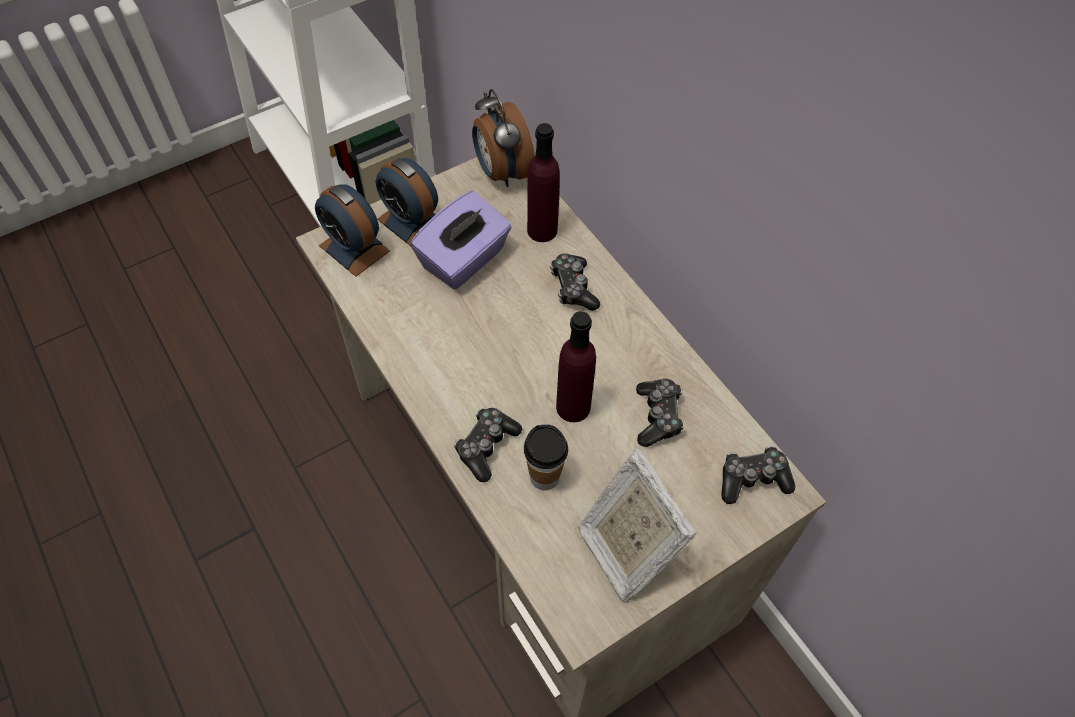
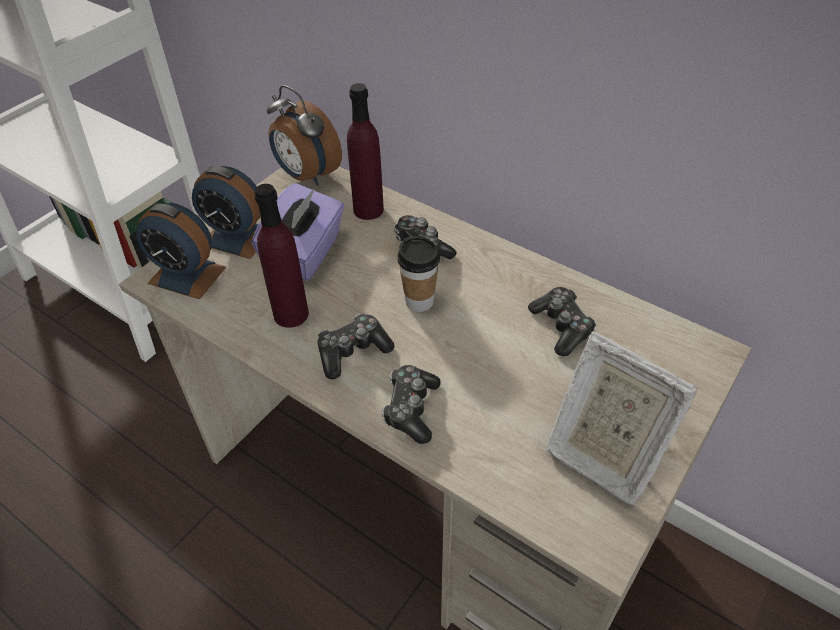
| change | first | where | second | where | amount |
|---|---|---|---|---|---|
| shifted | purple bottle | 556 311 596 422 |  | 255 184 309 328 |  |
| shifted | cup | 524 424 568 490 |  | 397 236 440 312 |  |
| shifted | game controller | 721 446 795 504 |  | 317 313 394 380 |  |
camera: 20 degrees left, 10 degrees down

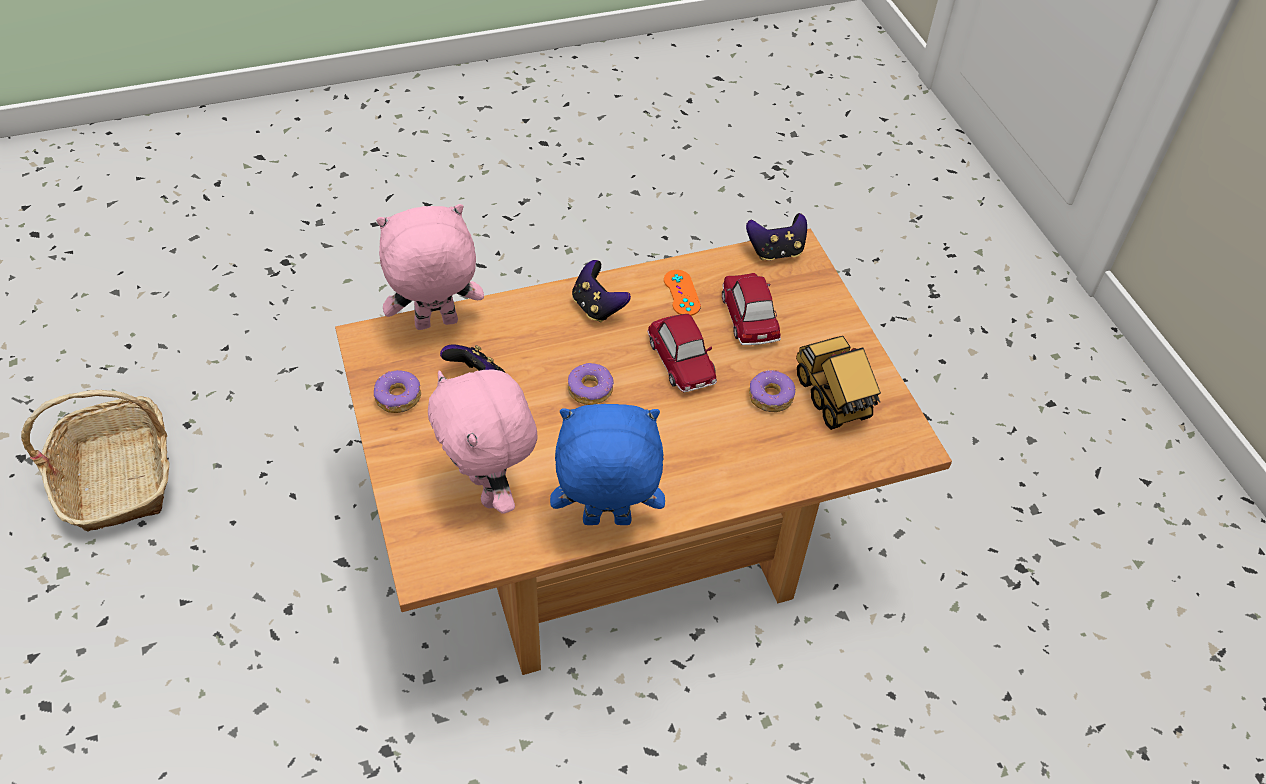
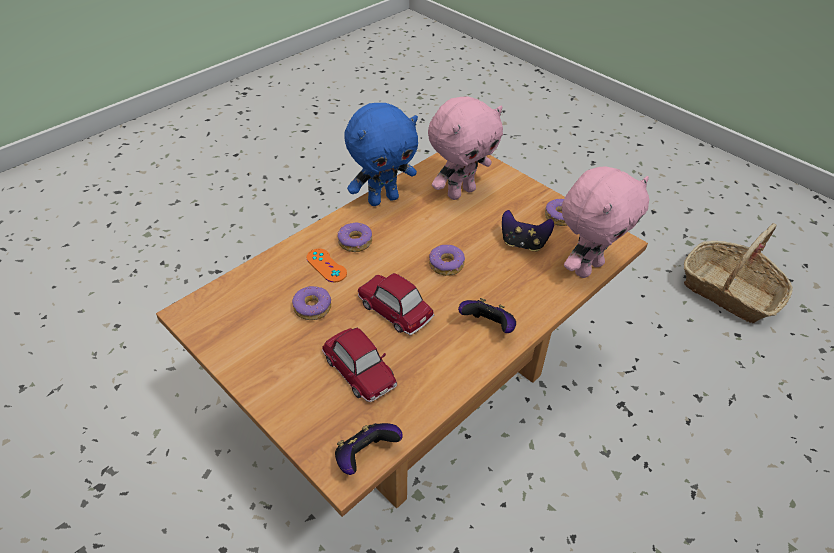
| change | first | where | second | where | amount |
|---|---|---|---|---|---|
| shifted | orange game controller | 664 270 701 316 |  | 306 249 347 282 |  |
| gone | toy truck | 796 336 881 430 |  |  |  |
| rotated | pink plush toy | 428 370 537 514 |  | 428 96 503 200 | 105 degrees clockwise |
| new |  |  | donut | 337 223 372 252 |  |
camera: 155 degrees right, 5 degrees down

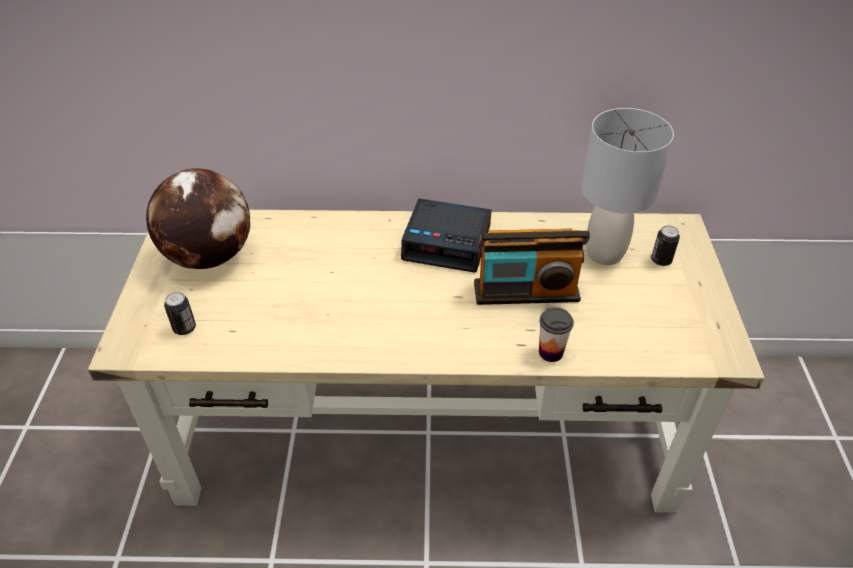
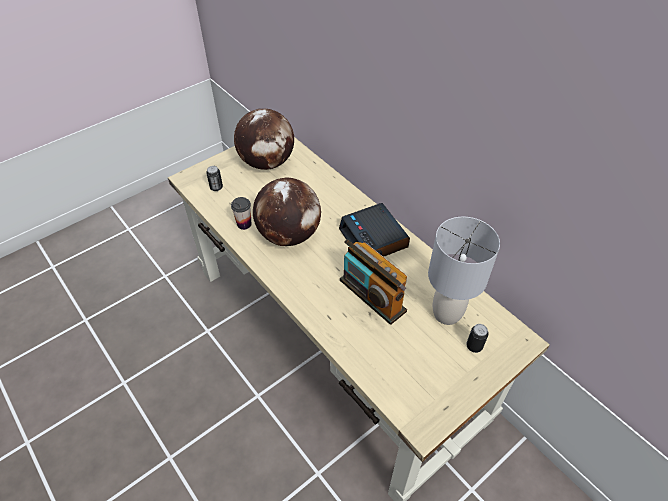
| change | first | where | second | where | amount |
|---|---|---|---|---|---|
| shifted | cup | 539 307 574 362 |  | 231 197 251 230 |  |
| new |  |  | globe | 253 178 321 246 |  |
camera: 50 degrees right, 5 degrees up

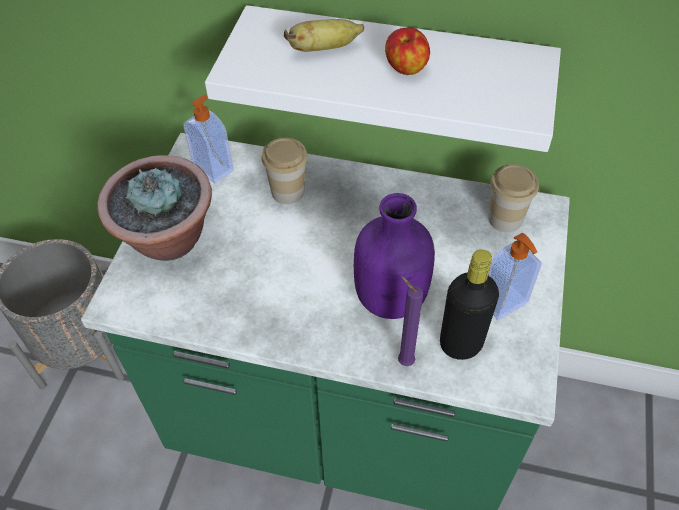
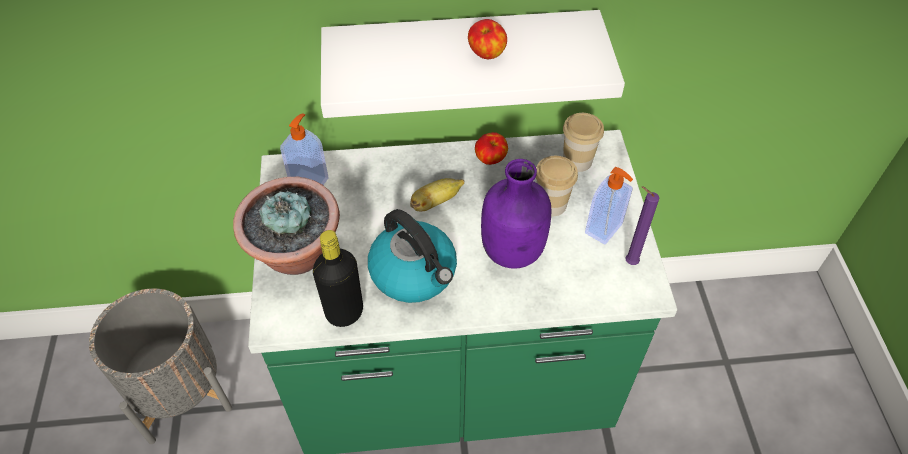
| change | first | where | second | where | amount |
|---|---|---|---|---|---|
| shifted | banana | 284 19 364 52 |  | 410 178 465 211 |  |
| shifted | cup | 261 138 308 204 |  | 536 156 578 216 |  |
| shifted | black bottle | 440 250 499 360 |  | 313 230 363 327 |  |
| shifted | purple candle | 398 276 423 366 |  | 625 186 659 265 |  |
| new |  |  | apple | 475 132 508 165 |  |
| new |  |  | kettle | 368 209 457 303 |  |
camera: 20 degrees left, 0 degrees up

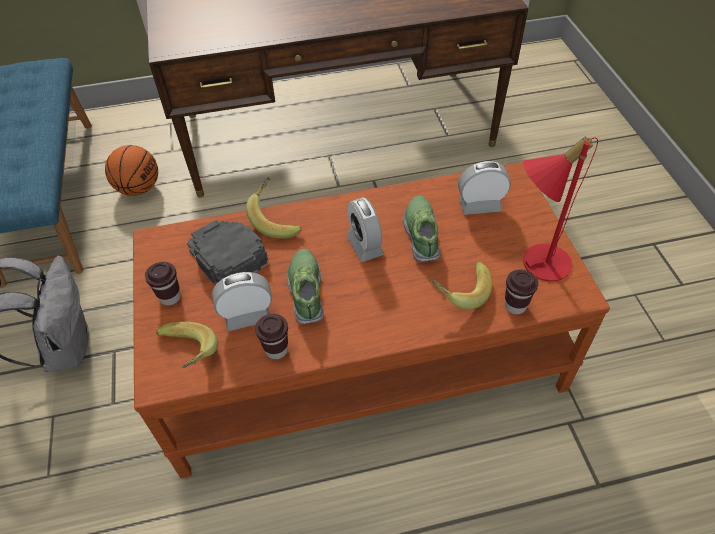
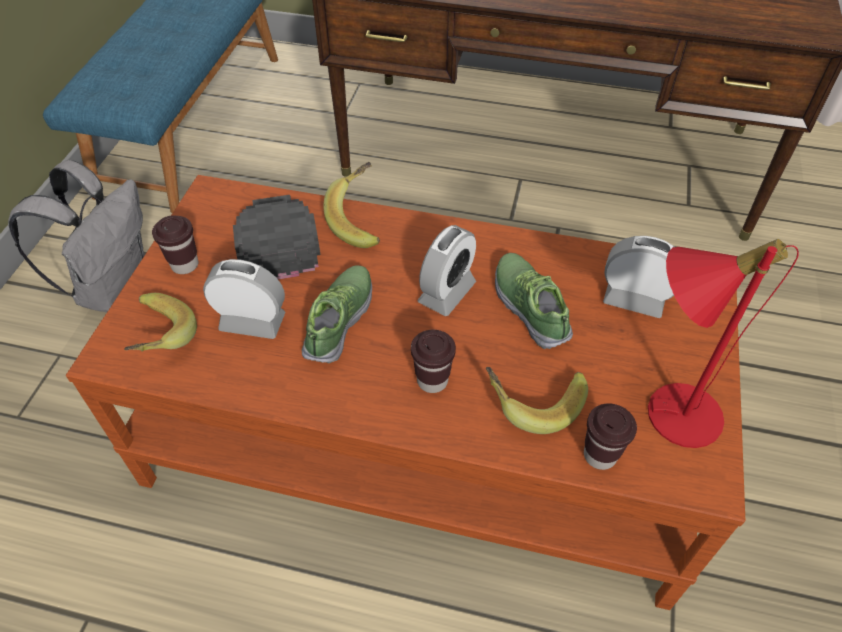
| change | first | where | second | where | amount |
|---|---|---|---|---|---|
| gone | basketball | 105 145 158 196 |  |  |  |
| rotated | shoe | 403 195 441 262 |  | 495 253 573 349 | 45 degrees counterclockwise |
| rotated | alarm clock | 346 197 385 262 |  | 417 225 476 316 | 150 degrees counterclockwise |
| shifted | brown cup | 255 314 288 359 |  | 411 330 456 393 |  |
camera: 25 degrees right, 0 degrees up

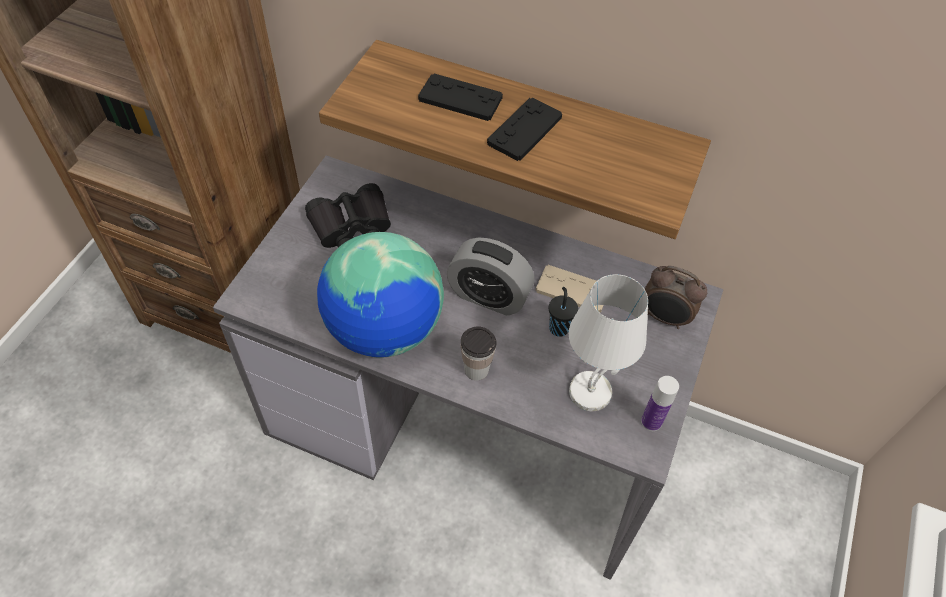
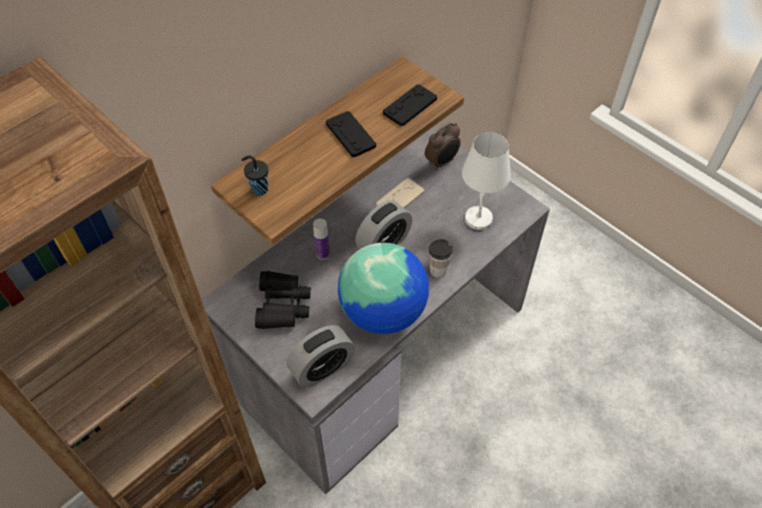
| change | first | where | second | where | amount |
|---|---|---|---|---|---|
| shifted | black game controller | 418 74 503 121 |  | 383 84 437 126 |  |
| shifted | black cup | 548 287 578 337 |  | 242 156 268 196 |  |
| shifted | bottle | 641 376 679 431 |  | 313 218 330 260 |  |
| new |  |  | alarm clock | 287 325 355 388 |  |
camera: 65 degrees left, 0 degrees up

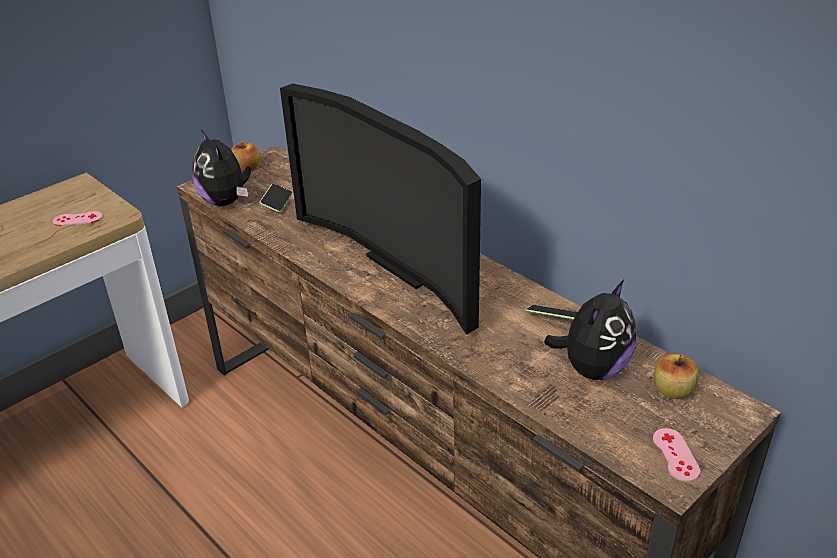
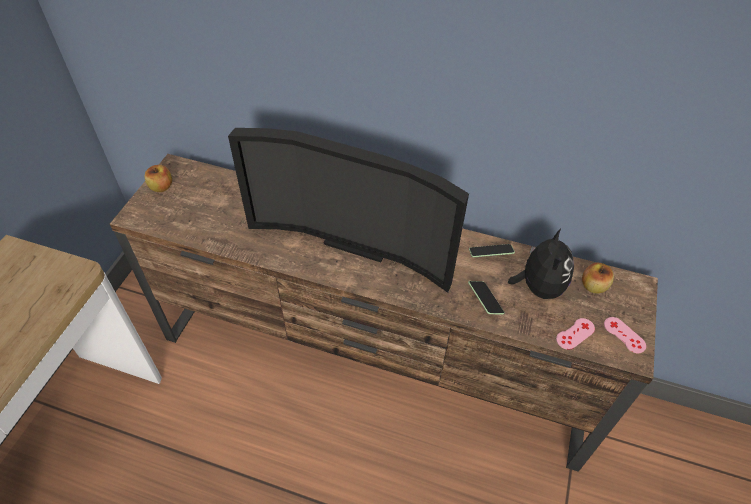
| change | first | where | second | where | amount |
|---|---|---|---|---|---|
| gone | plush toy | 192 129 251 206 |  |  |  |
| shifted | phone | 259 183 293 212 |  | 468 281 505 314 |  |
| shifted | pink game controller | 53 211 102 226 |  | 556 318 595 350 |  |
camera: 30 degrees left, 15 degrees up

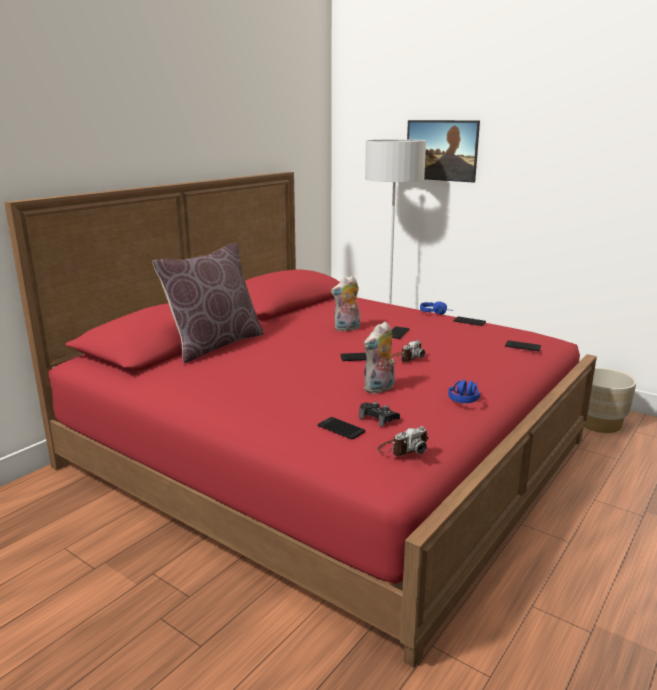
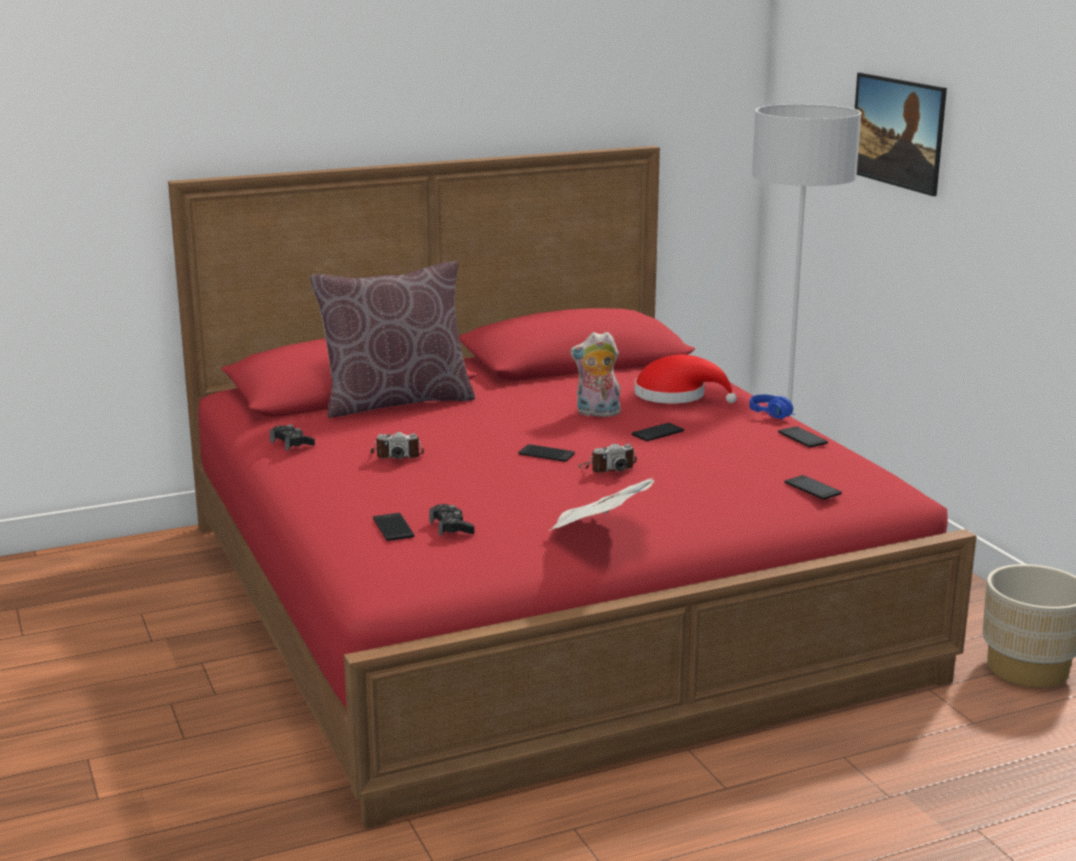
| change | first | where | second | where | amount |
|---|---|---|---|---|---|
| gone | plush toy | 364 321 395 394 |  |  |  |
| swapped | blue headphones | 448 380 480 403 | newspaper | 548 478 654 531 |  |
| shifted | photo camera | 377 426 429 456 |  | 370 432 424 459 |  |
| new |  |  | red hat | 635 355 737 404 |  |
| new |  |  | black game controller | 270 424 315 451 |  |
camera: 30 degrees right, 0 degrees up

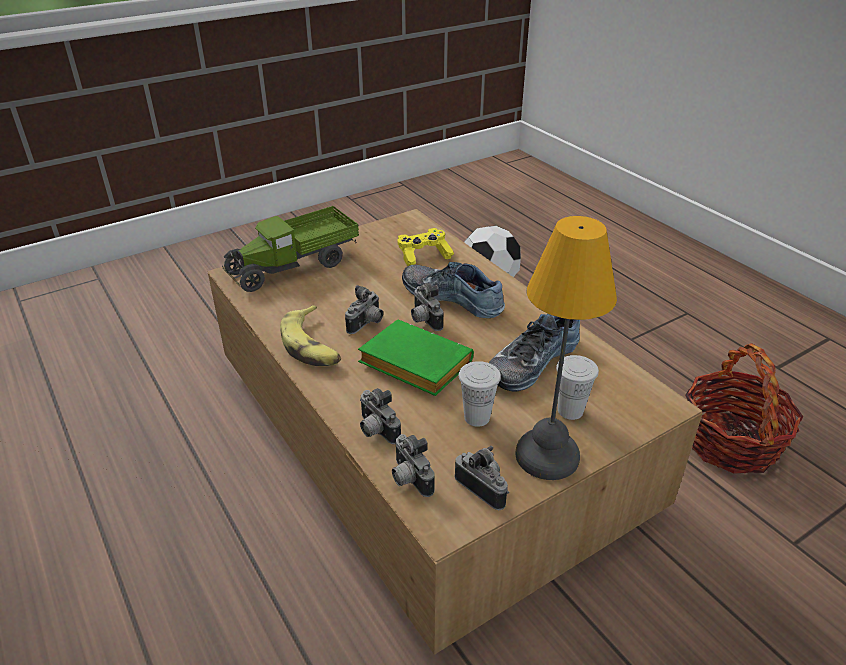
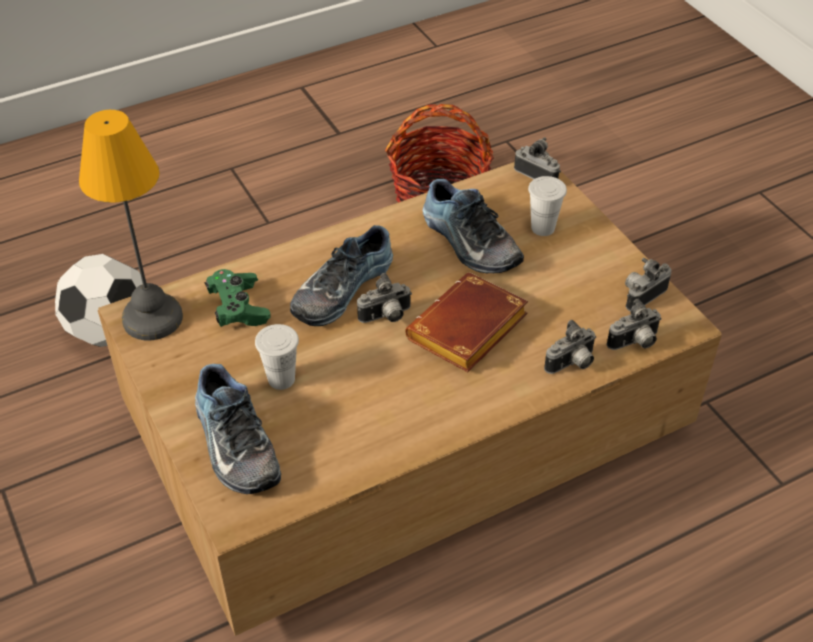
| change | first | where | second | where | amount |
|---|---|---|---|---|---|
| swapped | toy truck | 222 206 359 292 | shoe | 195 364 281 494 |  |
| shifted | table lamp | 515 216 617 480 |  | 79 110 183 341 |  |
| repainted | yellow game controller | 397 228 454 266 | green game controller | 204 269 271 327 |  |
| shifted | photo camera | 345 285 383 334 |  | 514 137 561 179 |  |
| gone | banana | 280 305 341 366 |  |  |  |
| repainted | green book | 358 320 474 396 | brown book | 405 272 528 372 |  |
| shifted | white cup | 459 361 501 427 |  | 255 324 299 390 |  |
camera: 85 degrees left, 10 degrees up

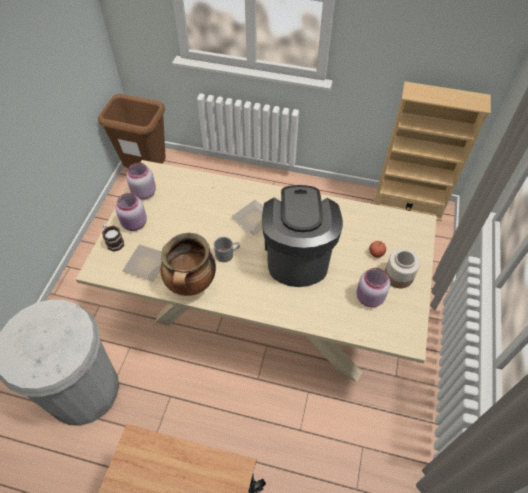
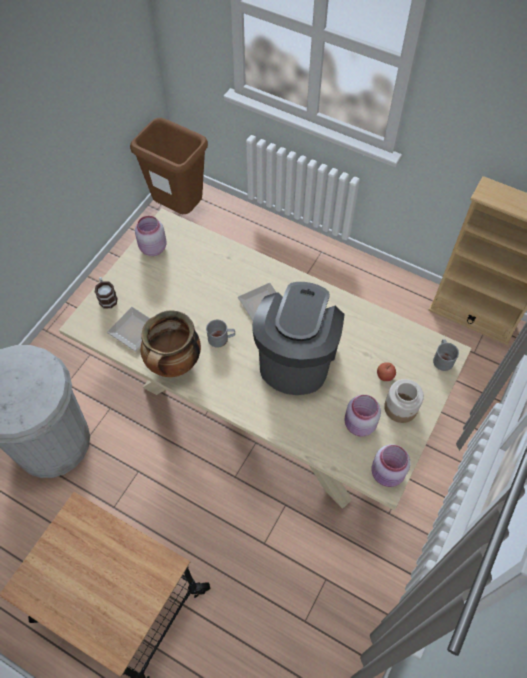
| change | first | where | second | where | amount |
|---|---|---|---|---|---|
| shifted | pink jar | 115 193 147 231 |  | 372 444 411 487 |  |
| new |  |  | grey mug | 433 339 459 371 |  |
camera: 15 degrees right, 5 degrees up

